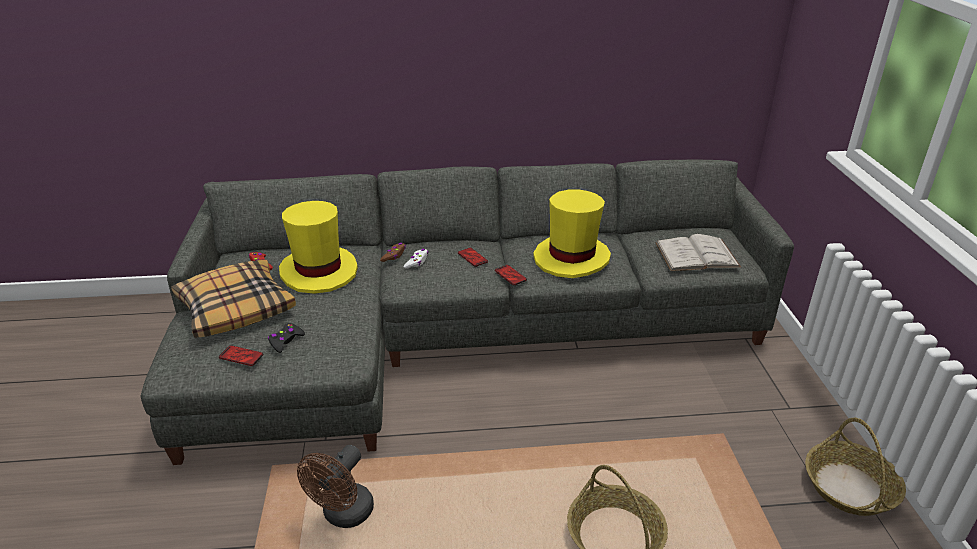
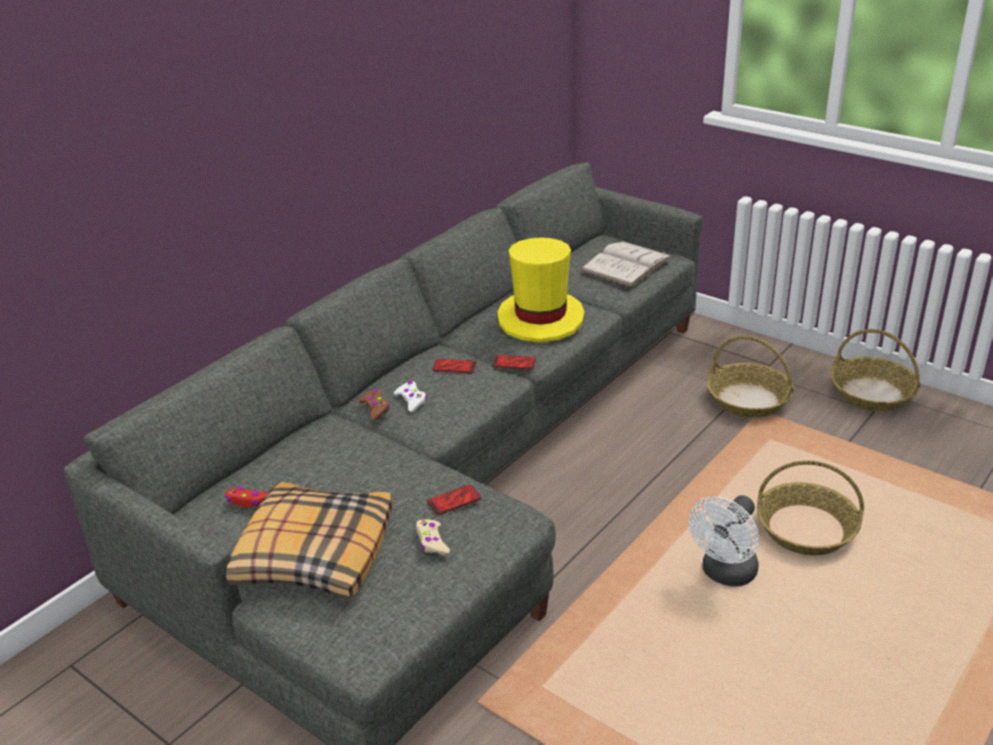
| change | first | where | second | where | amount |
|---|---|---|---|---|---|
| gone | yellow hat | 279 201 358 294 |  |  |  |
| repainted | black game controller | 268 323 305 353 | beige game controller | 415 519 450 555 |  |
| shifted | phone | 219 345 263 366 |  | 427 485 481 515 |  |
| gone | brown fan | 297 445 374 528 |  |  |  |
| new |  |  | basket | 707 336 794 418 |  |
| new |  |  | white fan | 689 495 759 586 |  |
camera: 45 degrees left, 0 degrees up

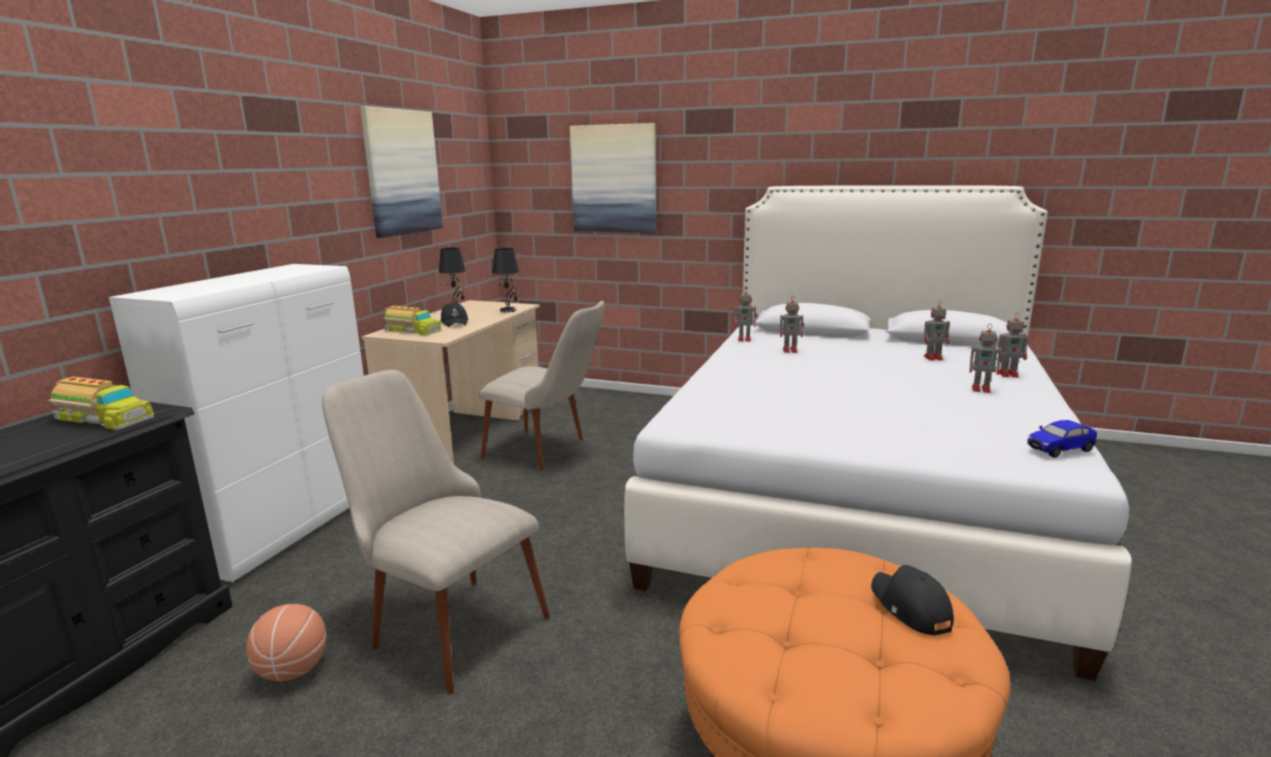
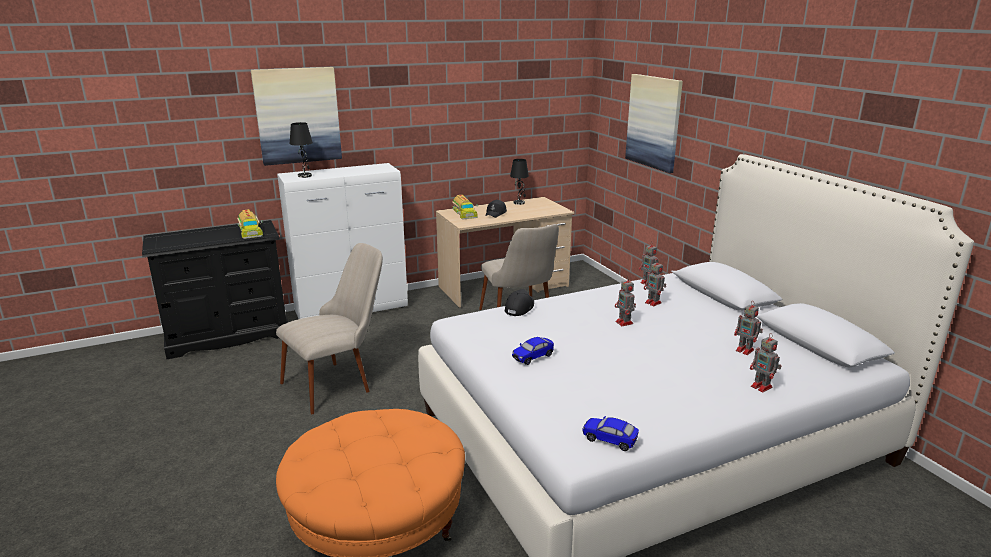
| change | first | where | second | where | amount |
|---|---|---|---|---|---|
| shifted | picture | 360 106 443 238 |  | 251 67 342 166 |  |
| shifted | black table lamp | 492 248 519 313 |  | 290 122 313 178 |  |
| shifted | toy robot | 969 323 1003 393 |  | 615 276 636 326 |  |
| rotated | beige chair | 322 370 550 695 |  | 276 243 383 414 | 60 degrees clockwise |
| shifted | black cap | 871 565 954 635 |  | 505 289 534 316 |  |
| gone | basketball | 246 604 326 681 |  |  |  |
| new |  |  | toy car | 512 337 554 365 |  |
camera: 45 degrees right, 5 degrees up

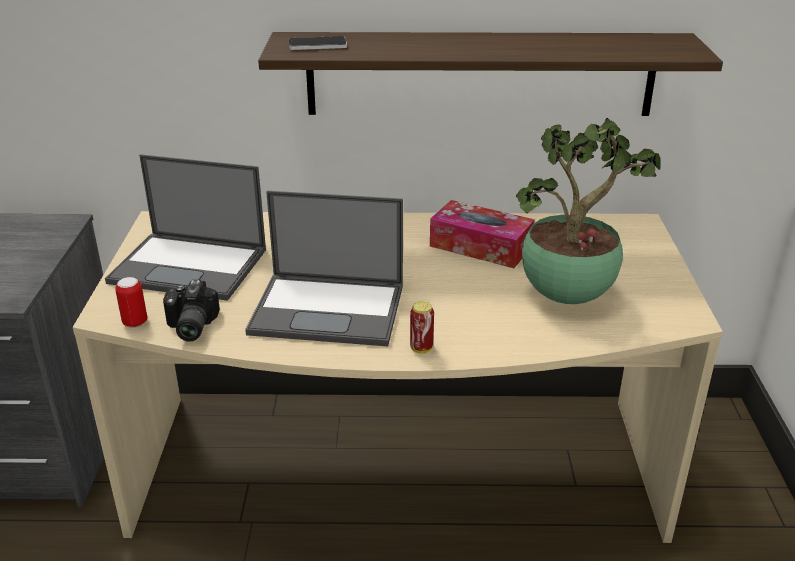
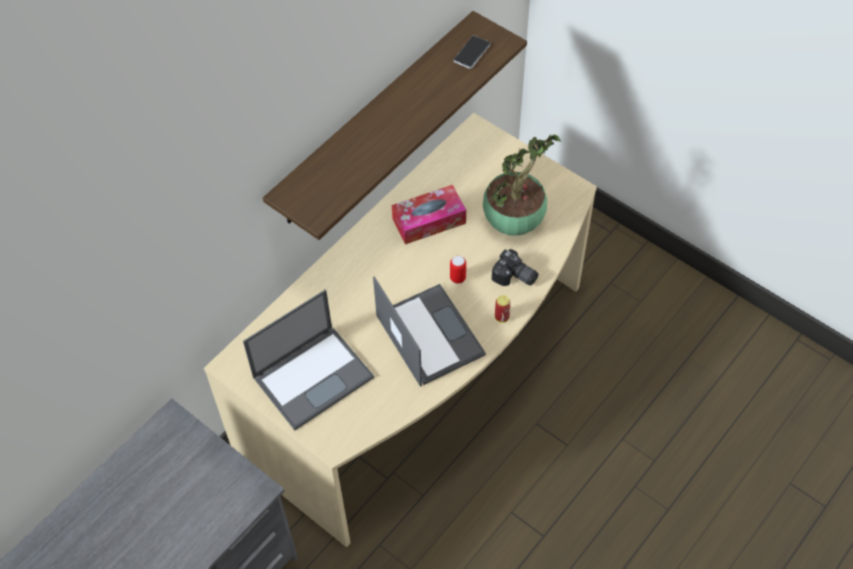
| change | first | where | second | where | amount |
|---|---|---|---|---|---|
| shifted | phone | 289 36 347 50 |  | 454 35 491 69 |  |
| rotated | laptop | 245 191 403 346 |  | 373 276 486 387 | 75 degrees counterclockwise |
| shifted | can | 115 277 147 328 |  | 450 256 466 284 |  |
| shifted | photo camera | 163 280 220 342 |  | 492 249 538 286 |  |
camera: 50 degrees left, 25 degrees up

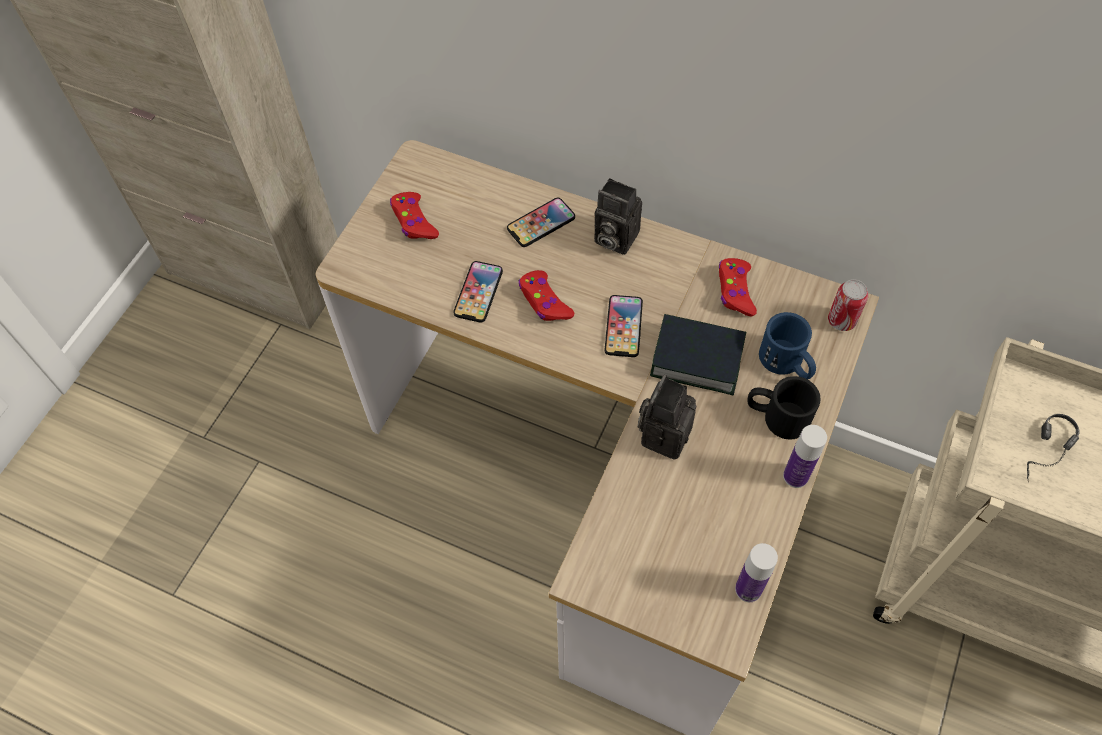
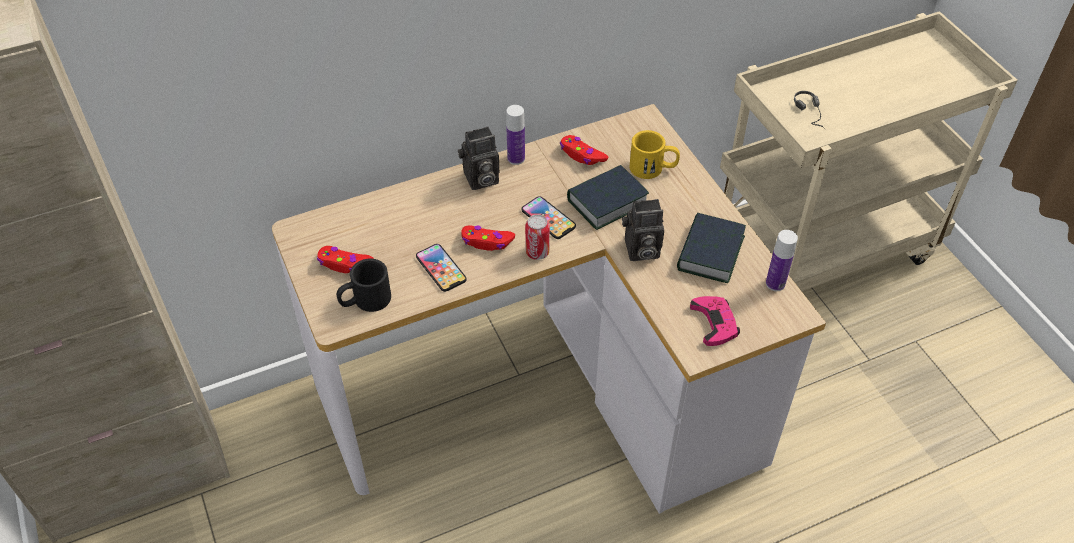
| change | first | where | second | where | amount |
|---|---|---|---|---|---|
| gone | phone | 507 198 575 247 |  |  |  |
| shifted | can | 828 279 868 331 |  | 525 214 550 260 |  |
| repainted | blue mug | 759 312 816 379 | yellow mug | 630 130 680 179 |  |
| rotated | photo camera | 638 375 696 459 |  | 622 199 664 261 | 75 degrees counterclockwise |
| shifted | black mug | 748 376 821 440 |  | 337 258 391 312 |  |
| shifted | bottle | 783 425 827 488 |  | 506 105 525 165 |  |
| new |  |  | book | 677 213 746 283 |  |
| new |  |  | pink game controller | 690 296 740 346 |  |
camera: 50 degrees left, 10 degrees down

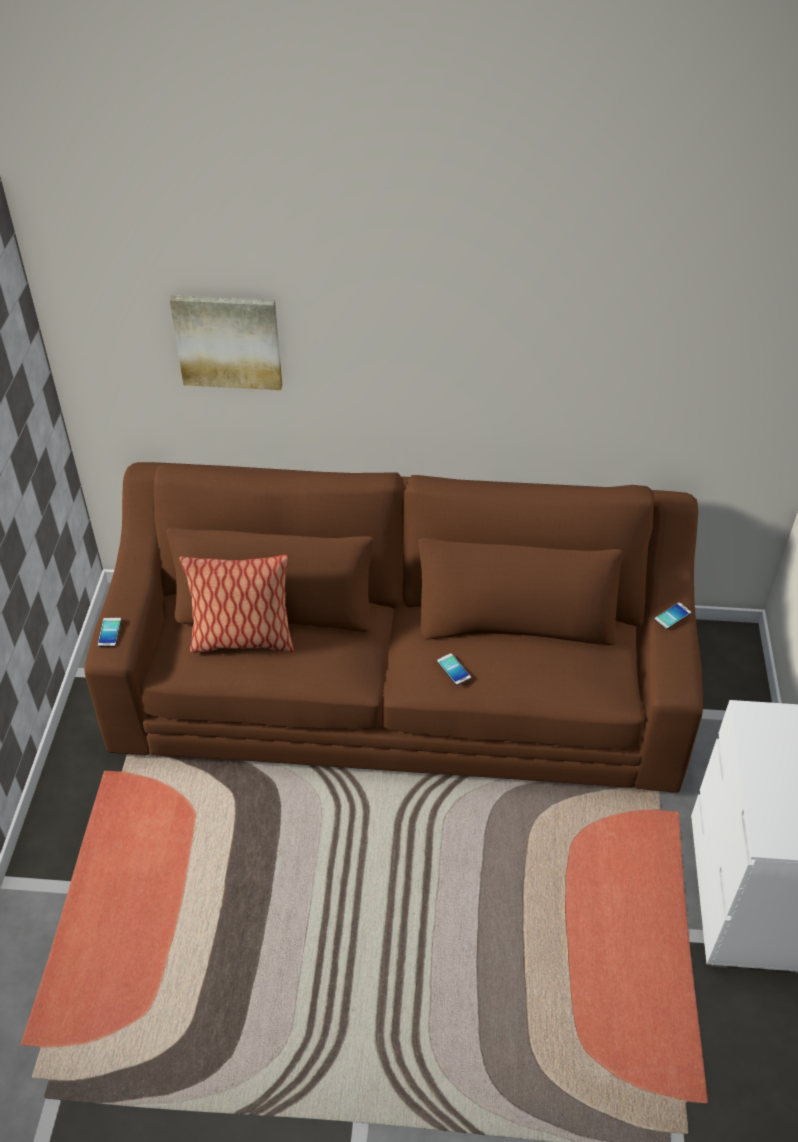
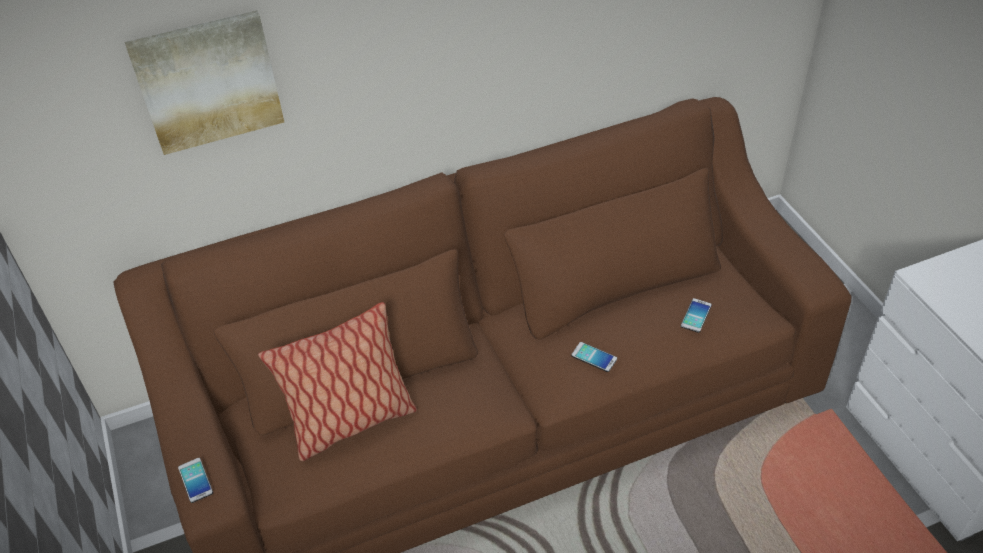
| change | first | where | second | where | amount |
|---|---|---|---|---|---|
| shifted | phone | 654 602 691 629 |  | 681 298 712 333 |  |
camera: 25 degrees left, 0 degrees up

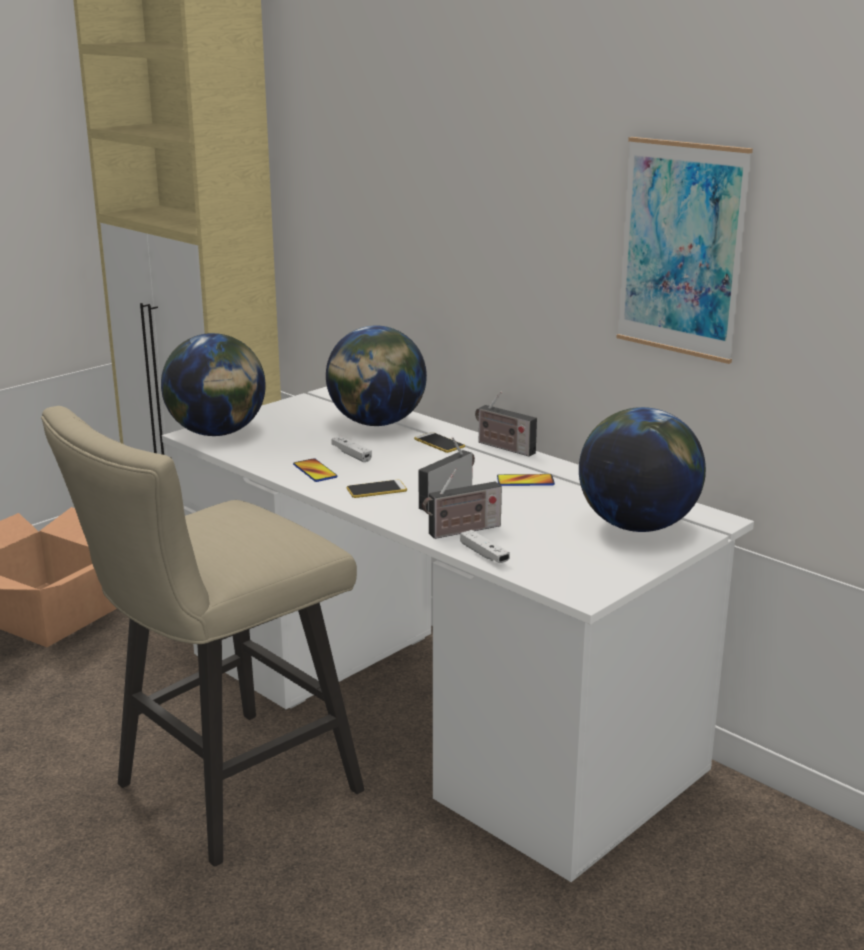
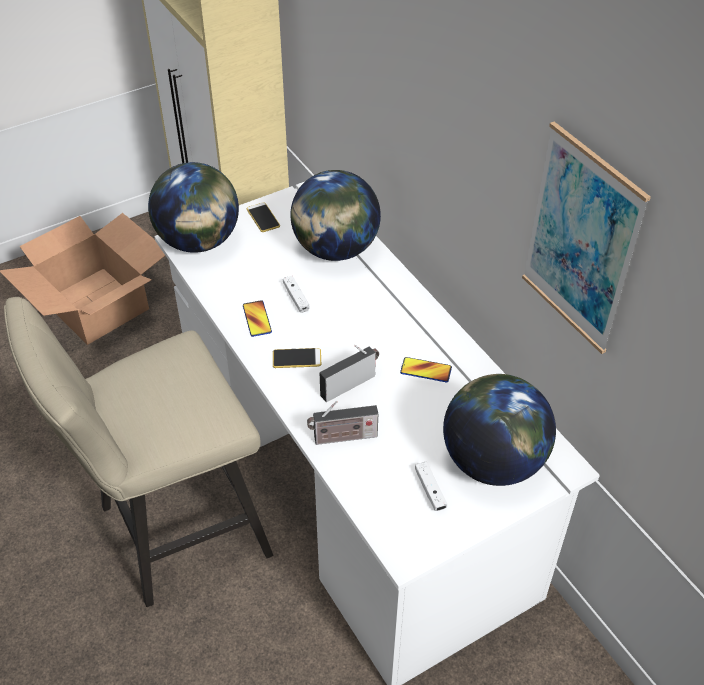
| change | first | where | second | where | amount |
|---|---|---|---|---|---|
| gone | radio | 475 391 537 457 |  |  |  |
| shifted | phone | 414 432 465 453 |  | 246 202 280 232 |  |
| shifted | white game controller | 460 530 510 563 |  | 415 462 447 511 |  |
camera: 15 degrees right, 25 degrees up

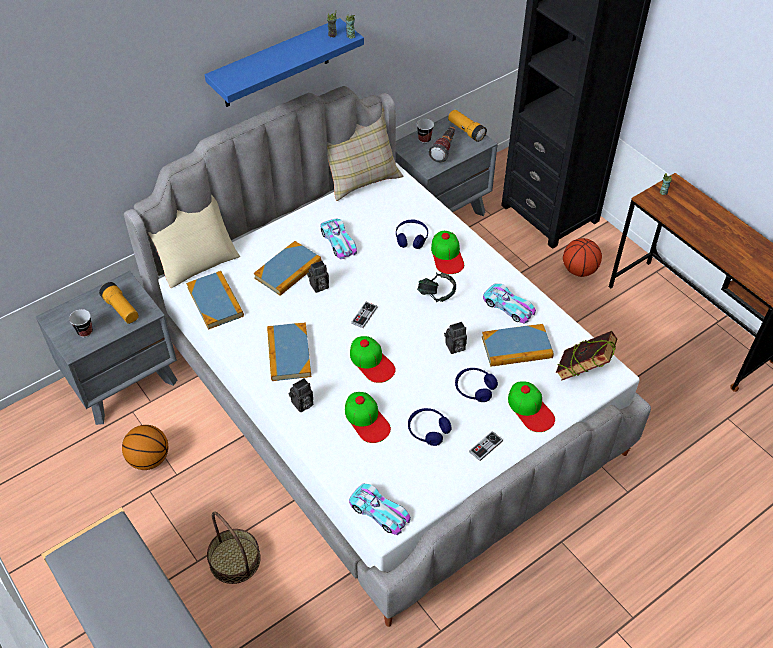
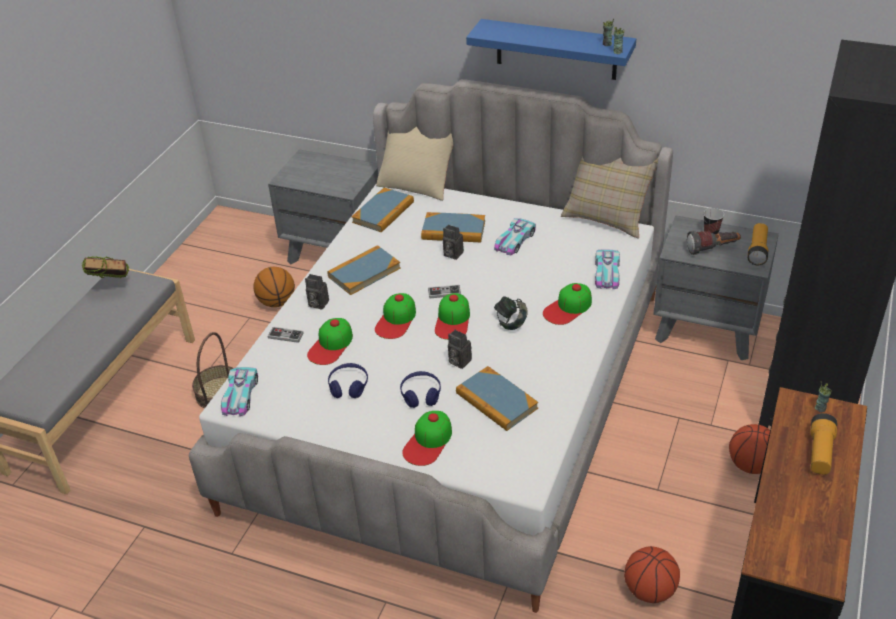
| change | first | where | second | where | amount |
|---|---|---|---|---|---|
| gone | blue headphones | 396 219 428 249 |  |  |  |
| shifted | flashlight | 99 282 139 324 |  | 810 413 837 475 |  |
| shifted | toy car | 483 284 536 324 |  | 595 249 620 289 |  |
| gone | cup | 69 309 93 337 |  |  |  |
| shifted | book | 556 331 617 381 |  | 82 256 129 278 |  |
| shifted | game controller | 469 431 503 461 |  | 268 327 304 343 |  |
| new |  |  | cap | 435 293 470 340 |  |
| new |  |  | basketball | 624 546 680 603 |  |
camera: 60 degrees right, 10 degrees down

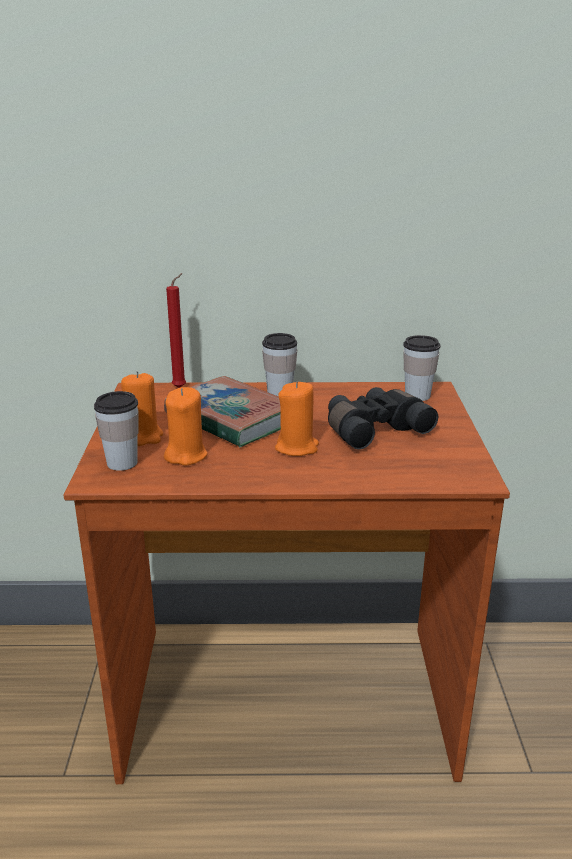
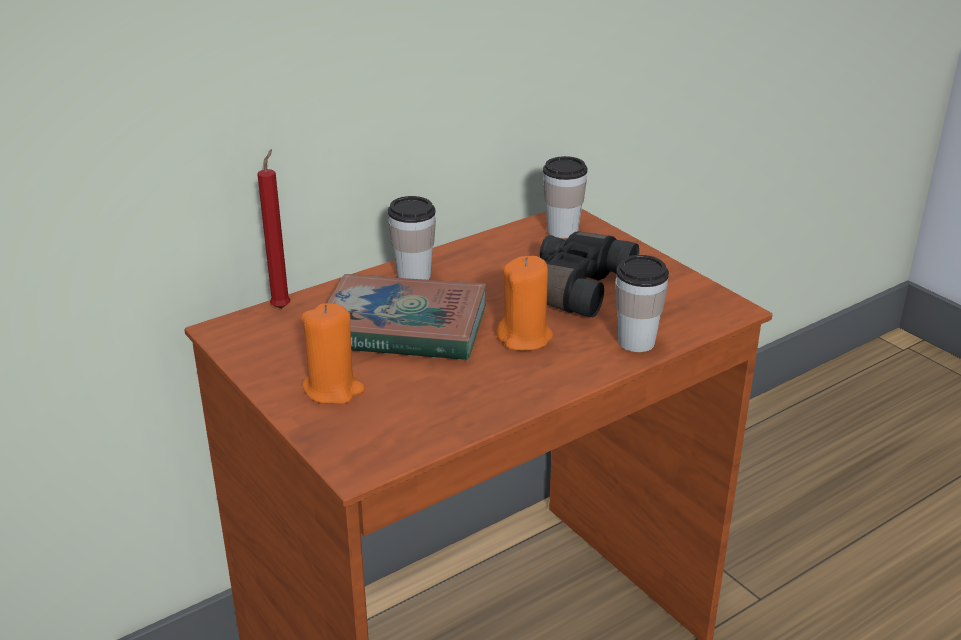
| change | first | where | second | where | amount |
|---|---|---|---|---|---|
| gone | orange candle | 164 387 208 465 |  |  |  |
| shifted | cup | 94 391 139 471 |  | 615 255 669 352 |  |
camera: 35 degrees left, 5 degrees up

